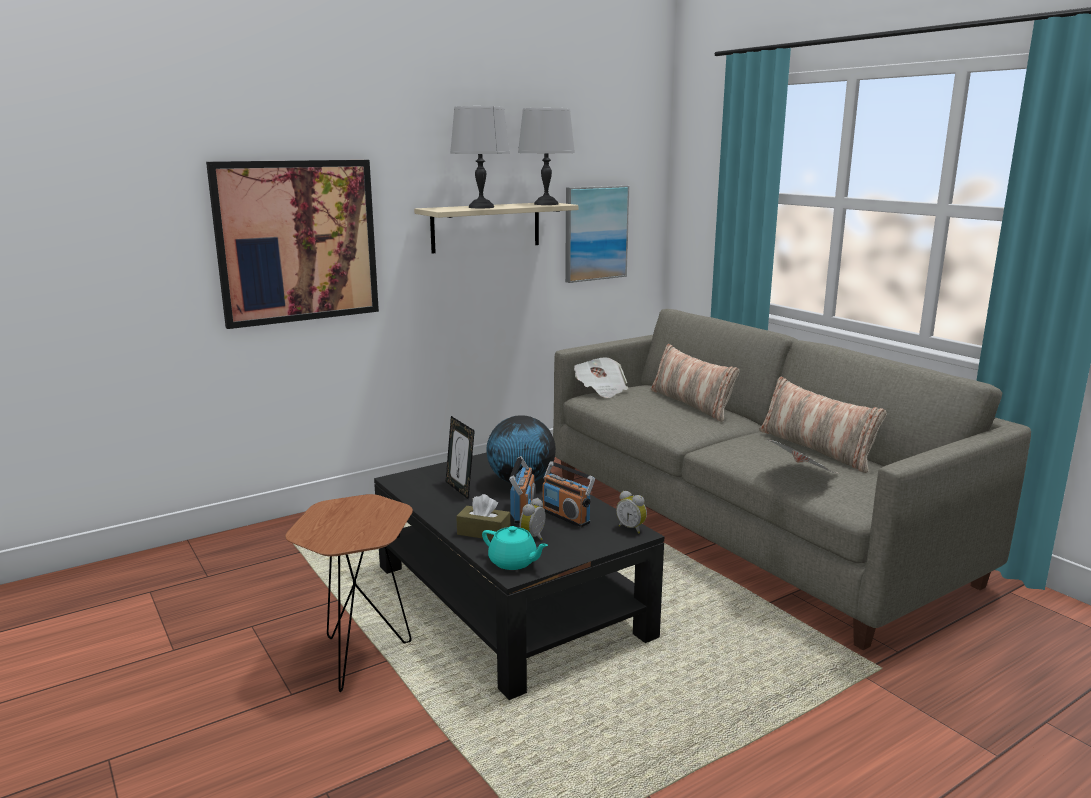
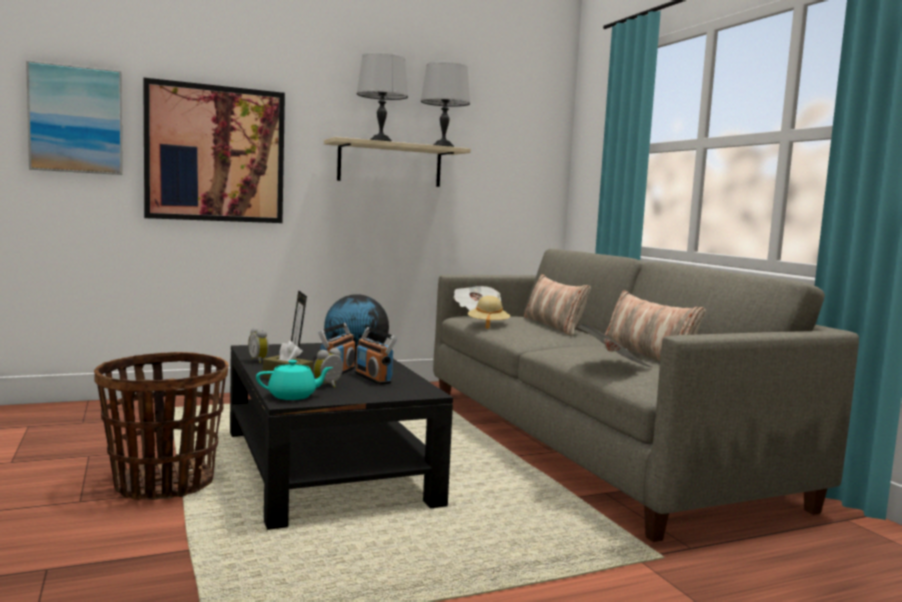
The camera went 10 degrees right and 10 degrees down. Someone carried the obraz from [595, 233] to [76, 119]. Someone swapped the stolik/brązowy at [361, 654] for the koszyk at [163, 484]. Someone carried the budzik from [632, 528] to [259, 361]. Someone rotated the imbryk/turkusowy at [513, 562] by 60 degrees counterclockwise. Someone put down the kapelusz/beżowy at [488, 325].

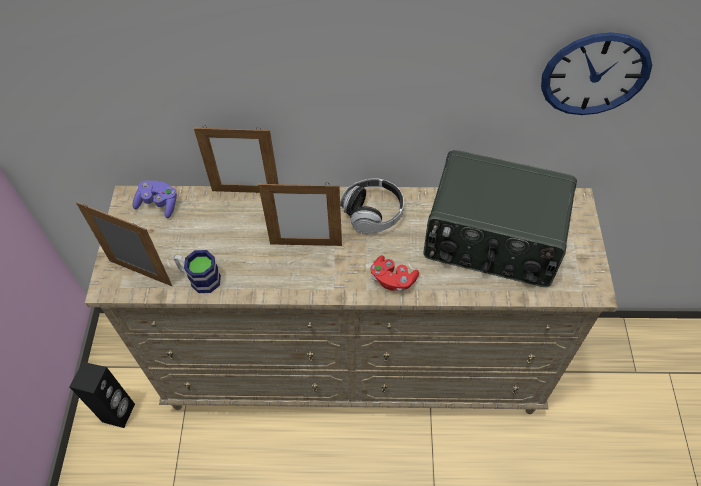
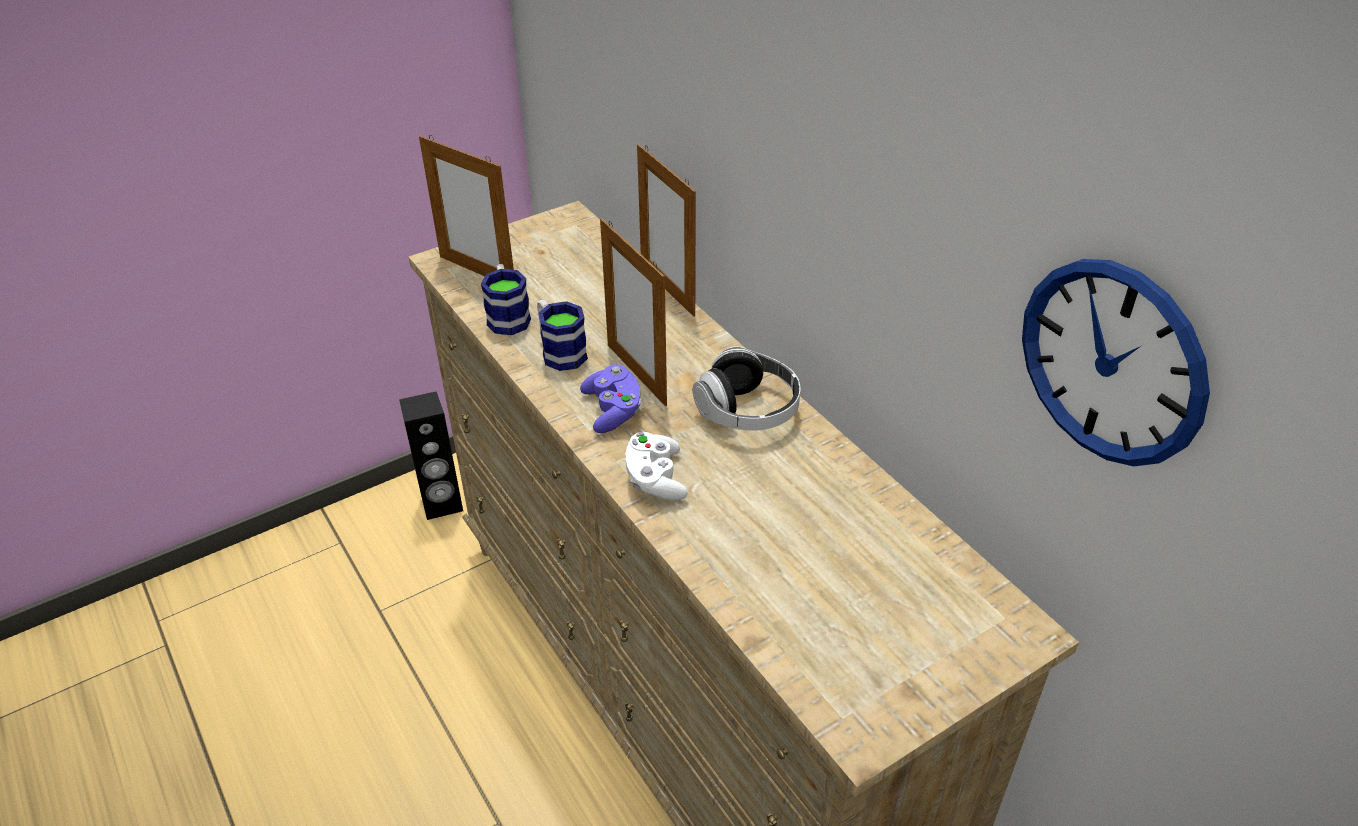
The camera went 55 degrees right and 15 degrees down. Someone rotated the ramka na zdjęcie at [140, 273] by 135 degrees clockwise. Someone put down the kubek at [559, 351]. Someone carried the pad do gier/fioletowy from [158, 204] to [613, 410]. Someone repainted the pad do gier/czerwony at [392, 279], which became the pad do gier/biały at [655, 479]. Someone took away the radio at [492, 240].

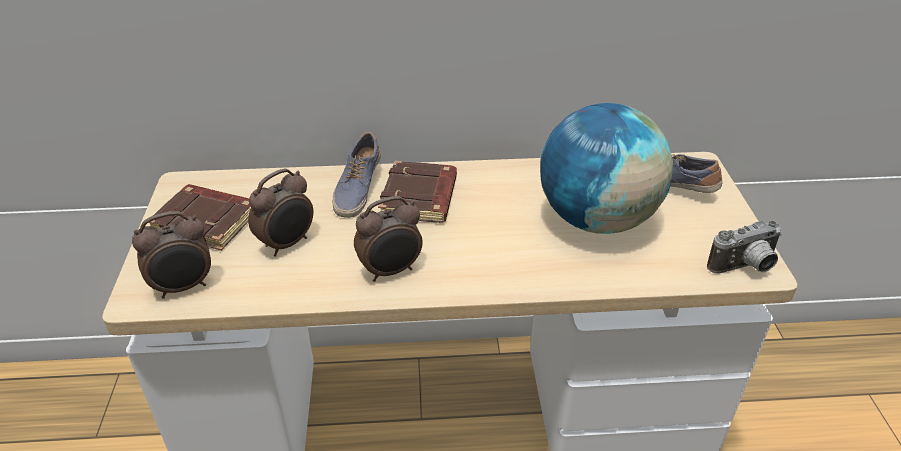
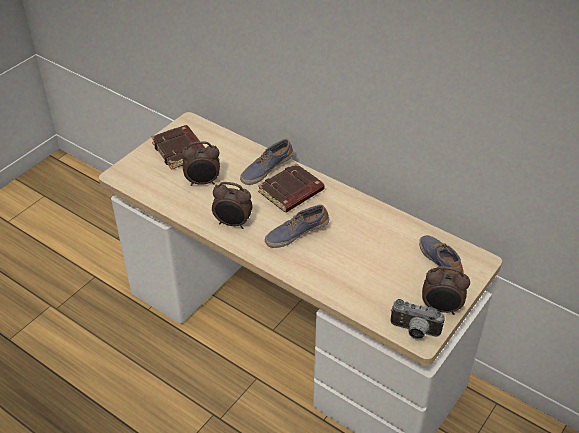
The camera went 40 degrees right and 5 degrees up. Someone put down the but at [296, 234]. Someone carried the budzik from [184, 287] to [441, 309]. Someone took away the globus at [596, 219].

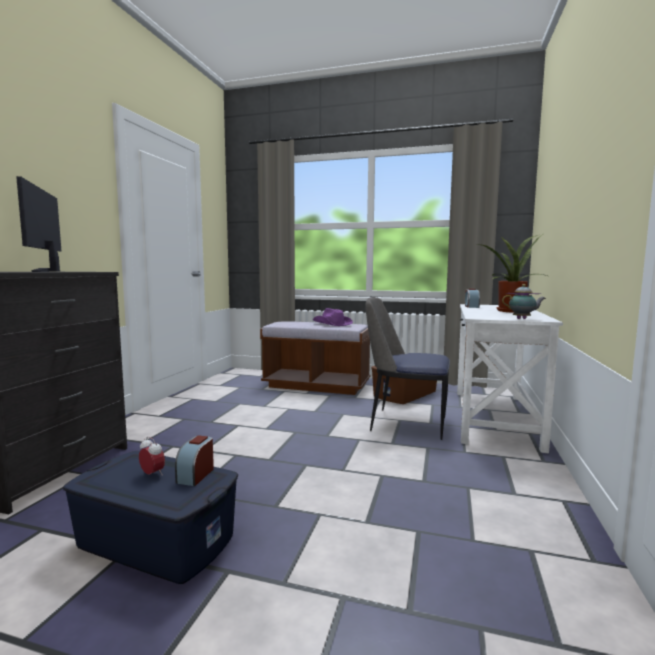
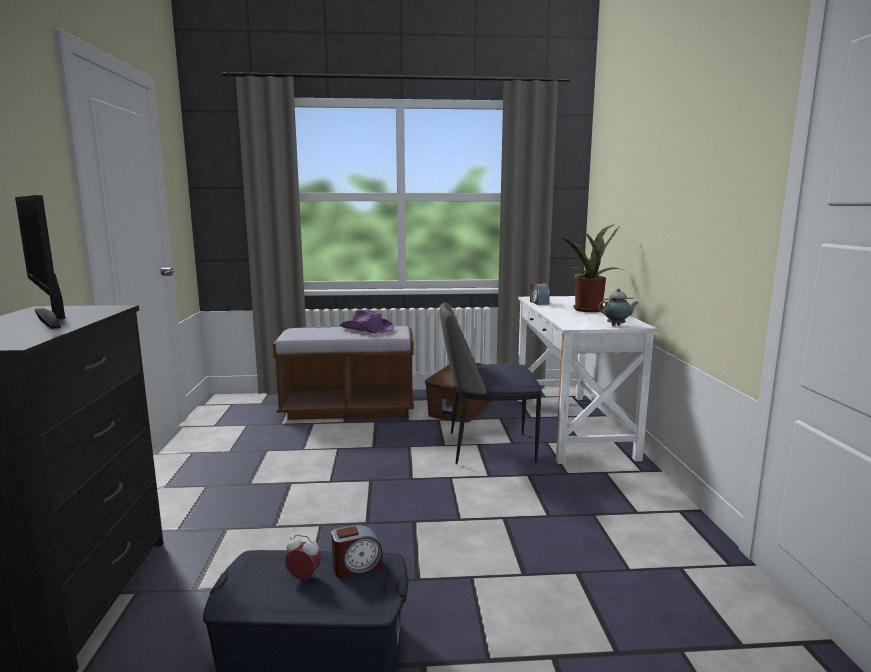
The camera went 20 degrees left and 5 degrees up. Someone rotated the budzik at [195, 475] by 105 degrees counterclockwise.

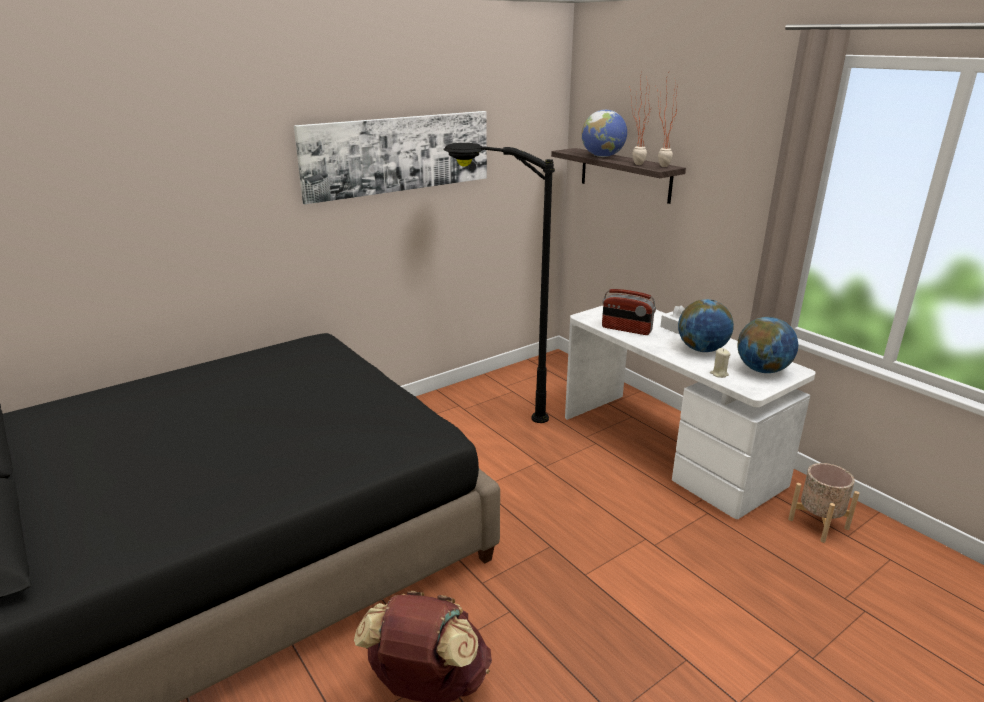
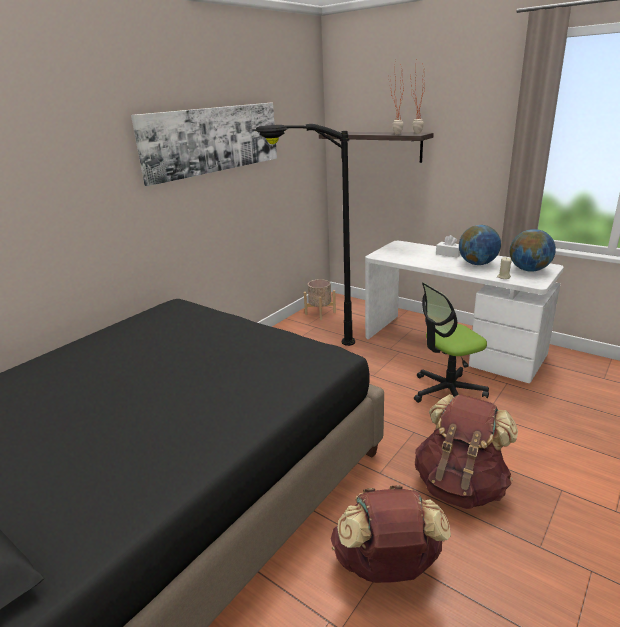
The camera went 15 degrees left and 0 degrees up. Someone carried the donica/beżowy from [818, 524] to [320, 313]. Someone put down the krzesło biurowe at [447, 392]. Someone put down the plecak/brązowy at [460, 485]. Someone took away the globus at [602, 156]. Someone took away the radio at [626, 329].

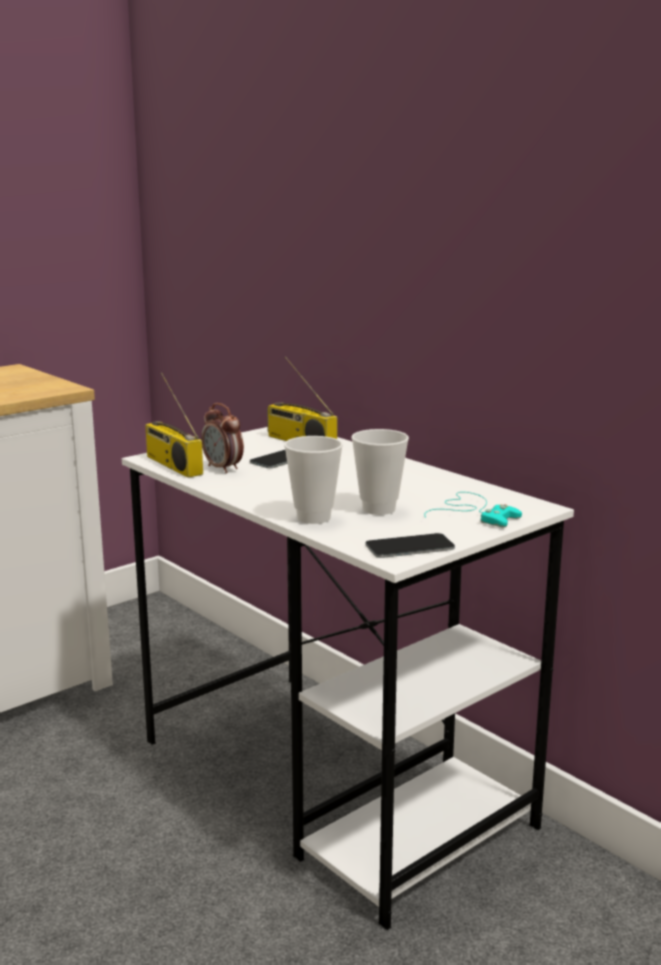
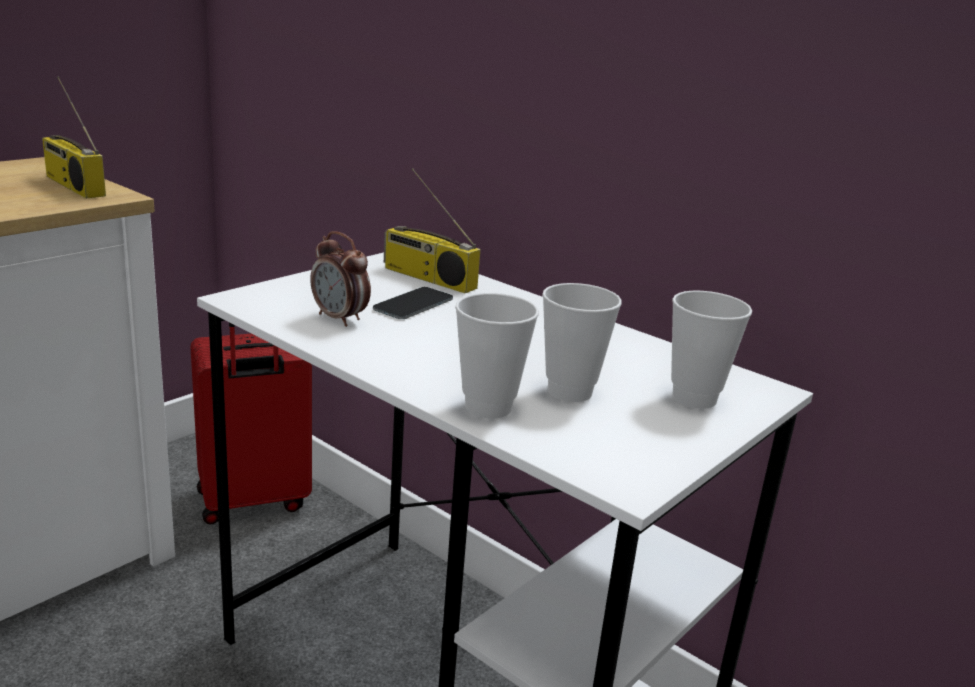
The camera went 10 degrees left and 5 degrees up. Someone carried the radio from [172, 465] to [72, 185]. Someone put down the walizka/czerwony at [253, 502]. Someone swapped the pad do gier/turkusowy at [473, 512] for the filiżanka at [694, 398]. Someone took away the telefon at [409, 547].

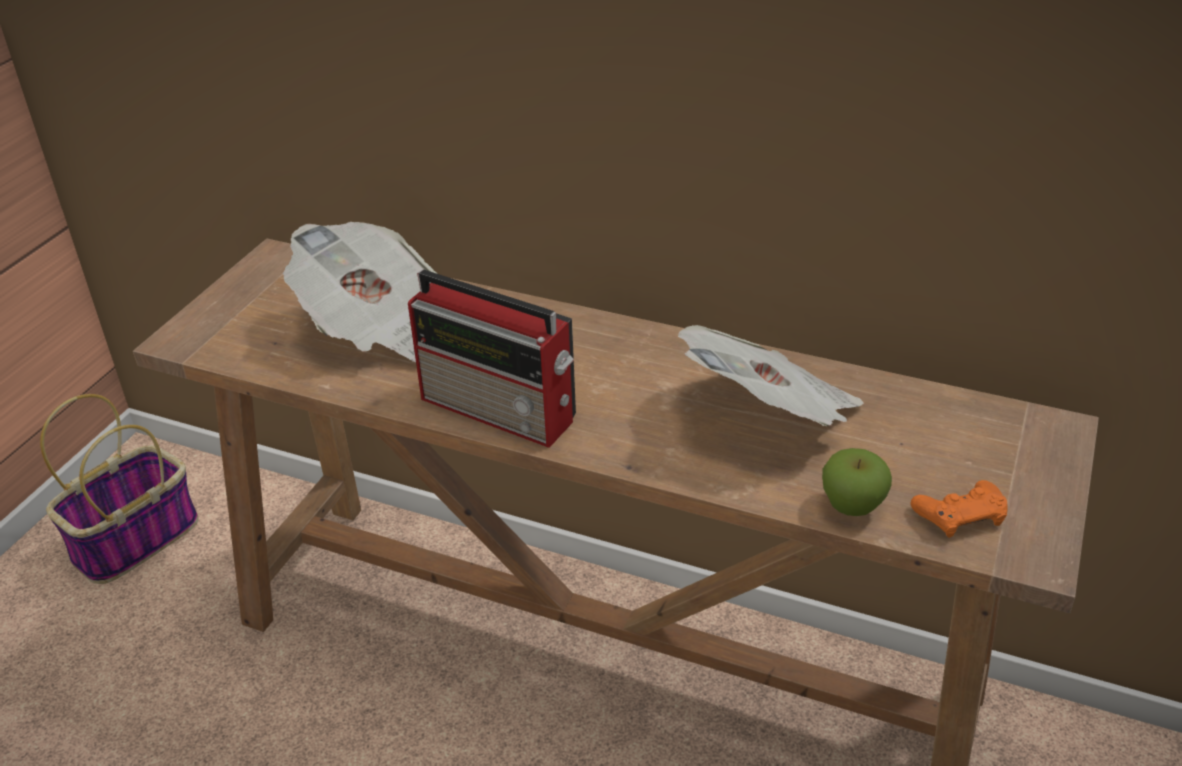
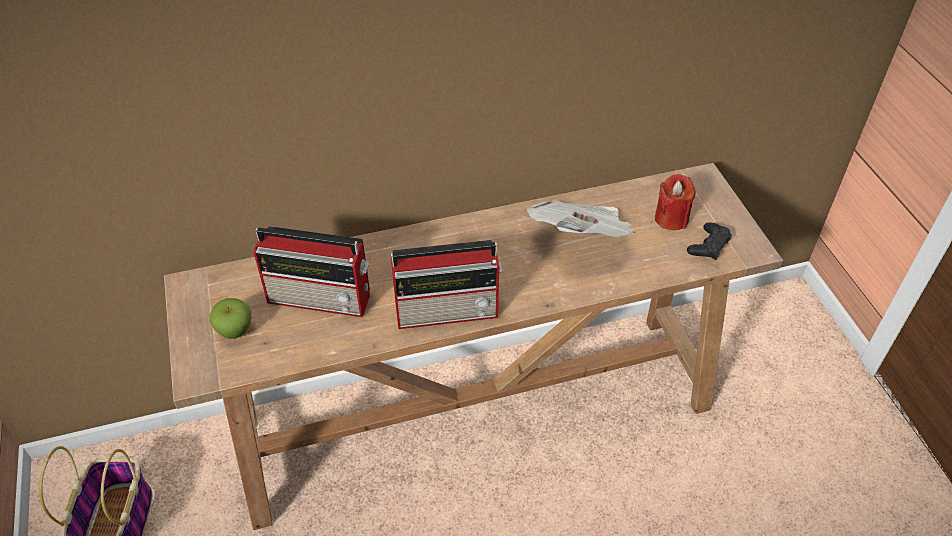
The camera went 40 degrees left and 10 degrees up. Someone carried the jabłko from [852, 506] to [235, 331]. Someone swapped the gazeta at [382, 329] for the radio at [322, 298]. Someone put down the świeca/czerwony at [671, 218]. Someone repainted the pad do gier/pomarańczowy at [960, 515], which became the pad do gier/czarny at [708, 246].

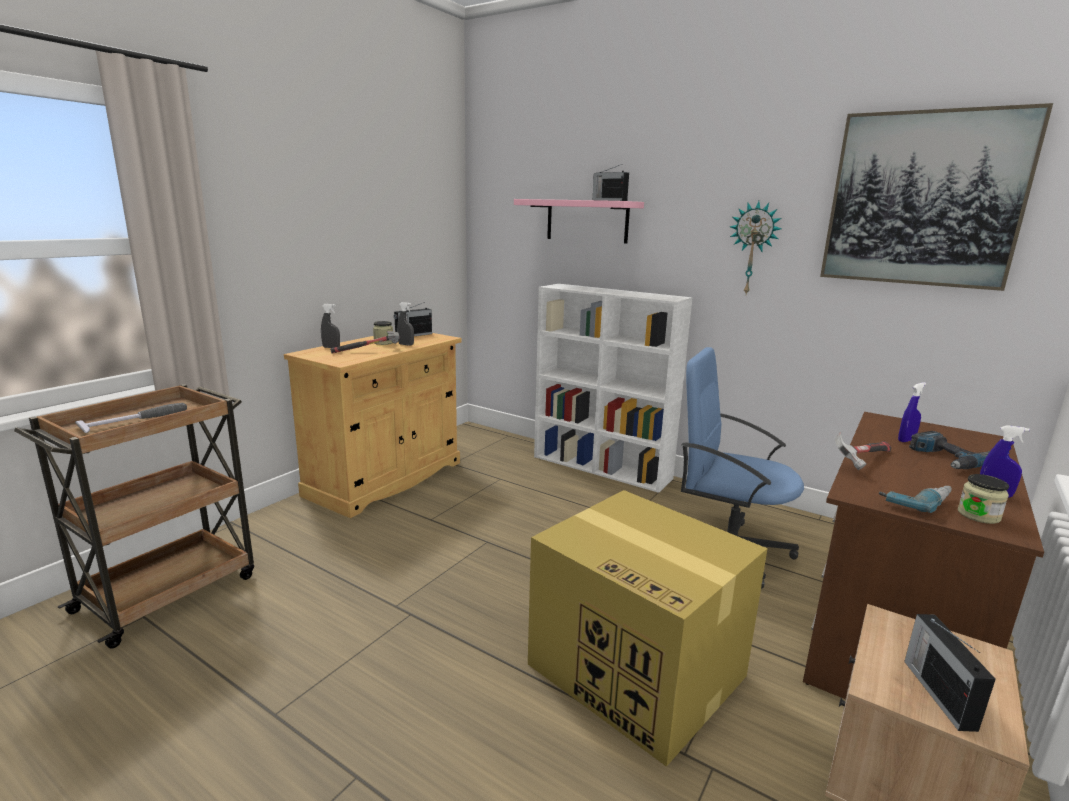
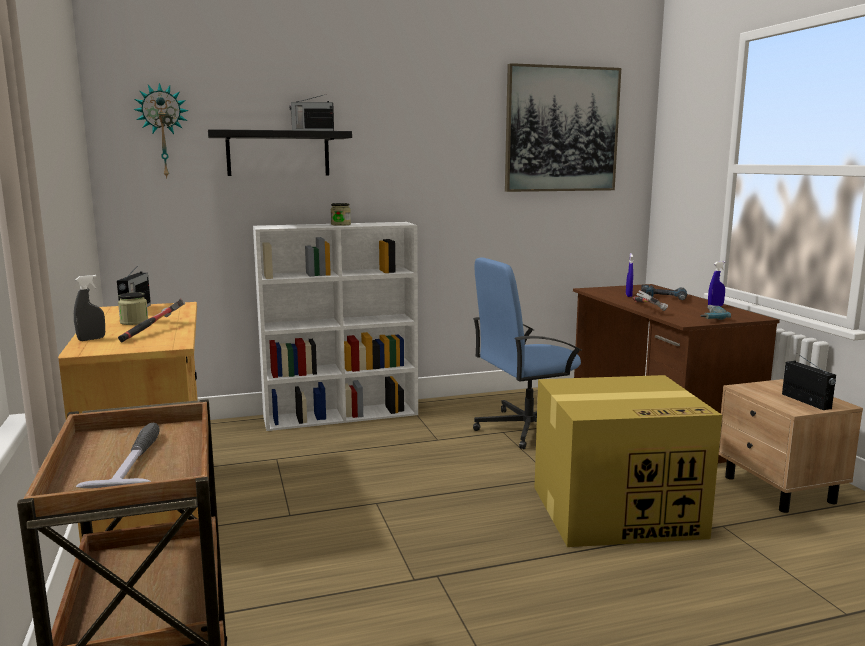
The camera went 50 degrees left and 5 degrees down. Someone carried the zegar ścienny from [753, 248] to [163, 131]. Someone repainted the półka/różowy at [587, 221], which became the półka/czarny at [278, 154]. Someone carried the słoik from [978, 515] to [341, 224]. Someone rotated the radio at [938, 692] by 150 degrees counterclockwise. Someone took away the spryskiwacz/szary at [406, 344].

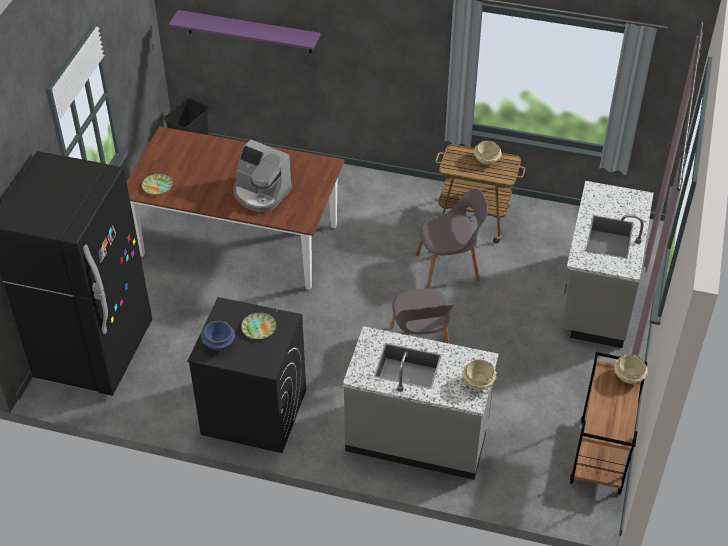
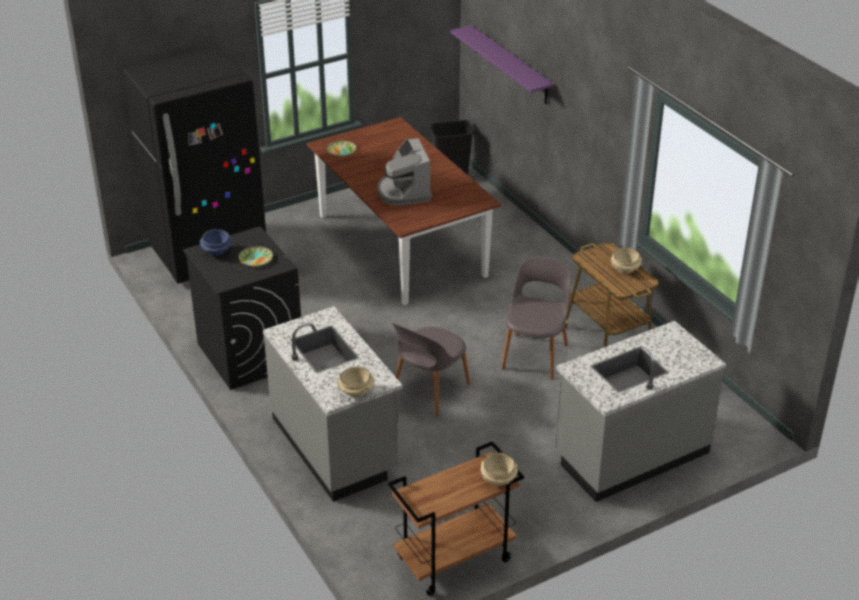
The camera went 45 degrees right and 10 degrees down. Someone rotated the krzesło/szary at [449, 266] by 105 degrees counterclockwise.

